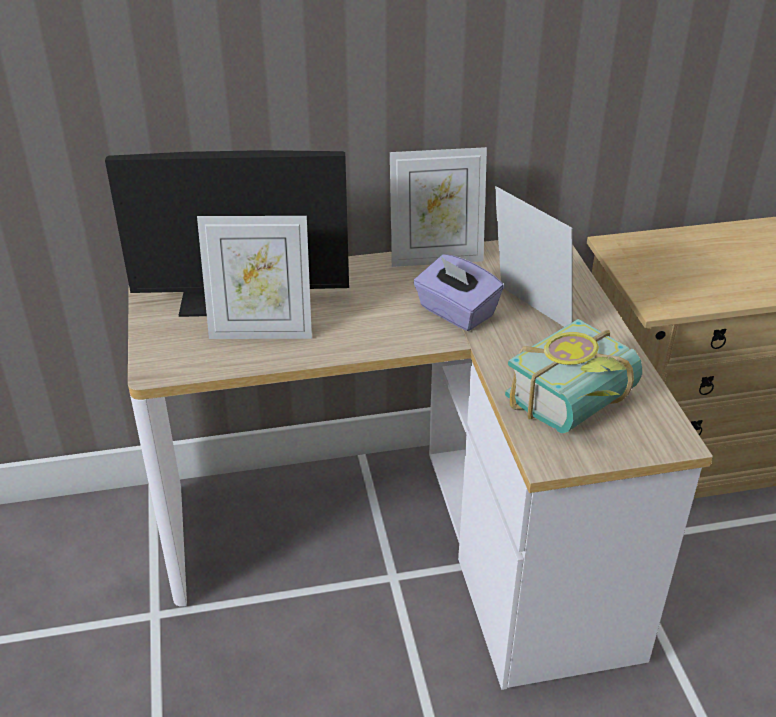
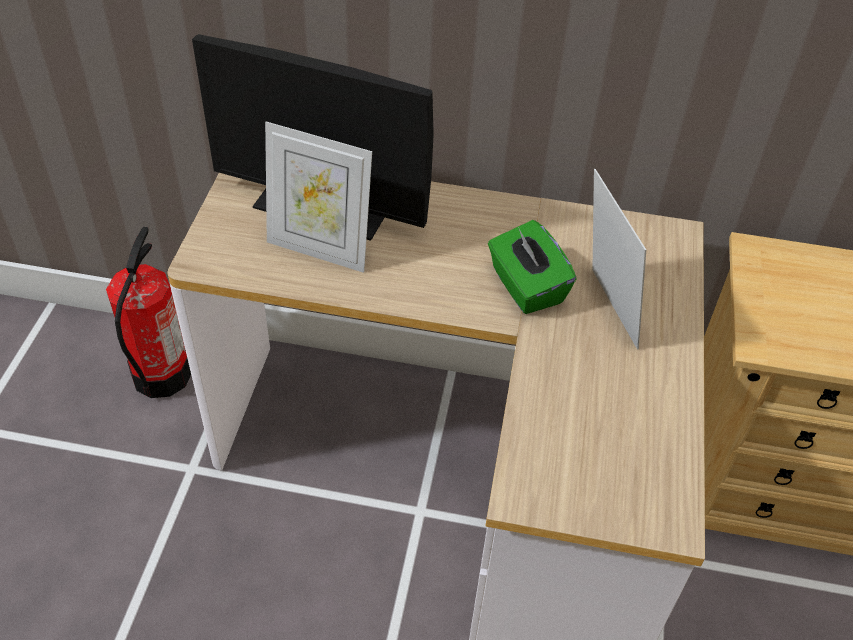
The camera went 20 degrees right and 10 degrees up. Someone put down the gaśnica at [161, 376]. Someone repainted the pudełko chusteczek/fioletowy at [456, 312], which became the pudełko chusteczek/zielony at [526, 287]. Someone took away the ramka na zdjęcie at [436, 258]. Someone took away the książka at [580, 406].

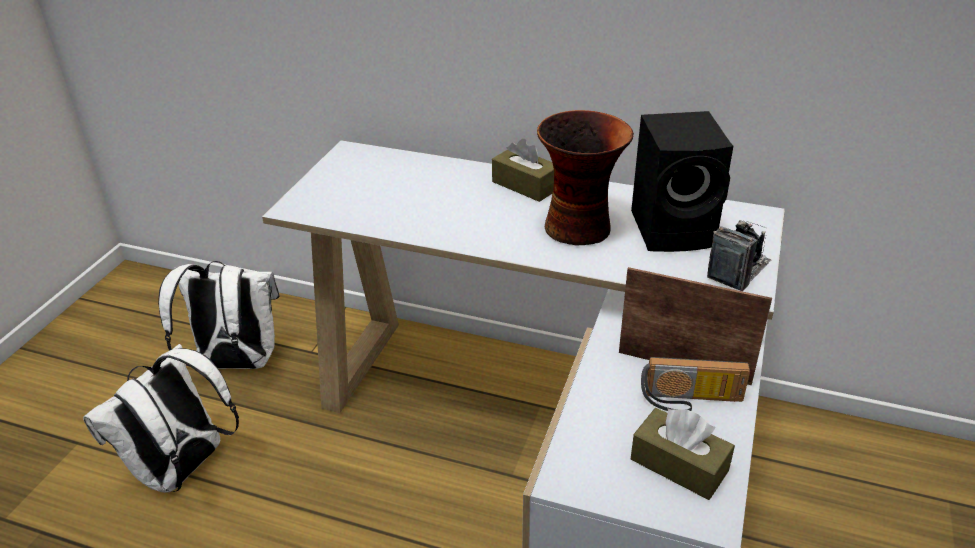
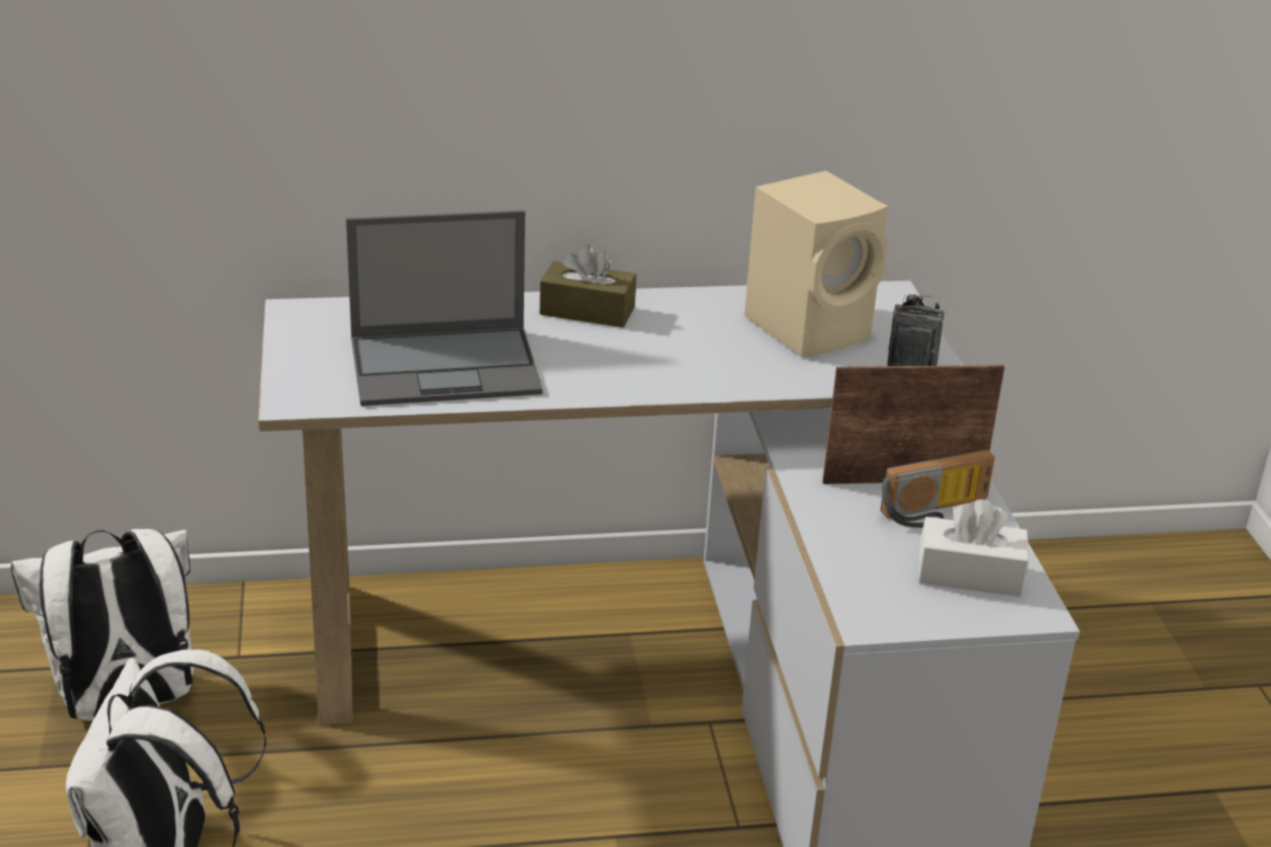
The camera went 30 degrees left and 5 degrees down. Someone put down the laptop at [447, 366]. Someone repainted the głośnik/czarny at [675, 229], which became the głośnik/beżowy at [811, 327]. Someone repainted the pudełko chusteczek/brązowy at [679, 465], which became the pudełko chusteczek/biały at [969, 574]. Someone took away the wazon at [580, 227].

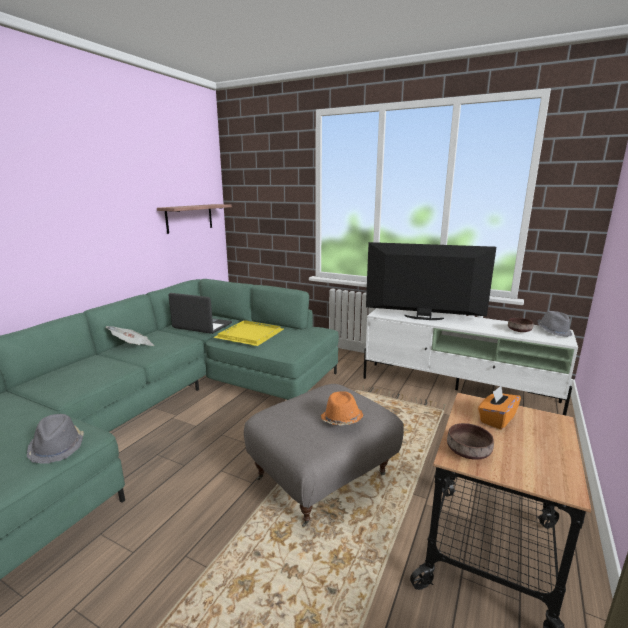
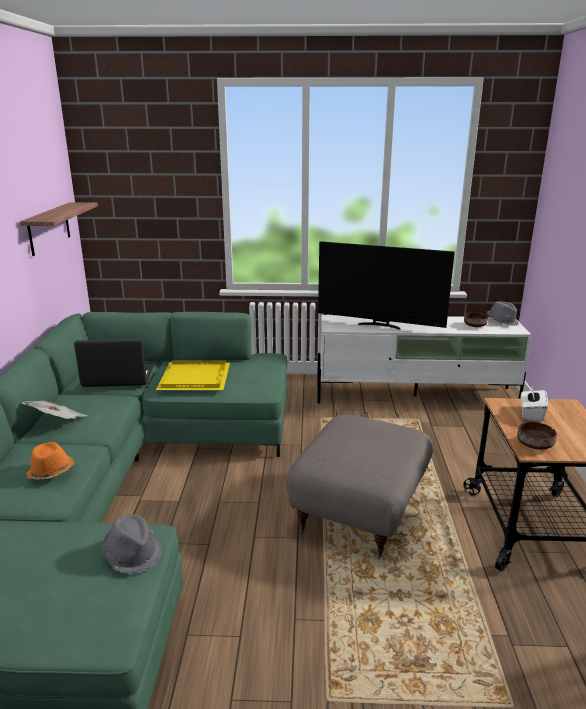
The camera went 25 degrees left and 5 degrees up. Someone carried the kapelusz/pomarańczowy from [341, 420] to [51, 472]. Someone rotated the telewizor at [423, 318] by 150 degrees counterclockwise. Someone repainted the pudełko chusteczek/pomarańczowy at [496, 419], which became the pudełko chusteczek/biały at [531, 414].

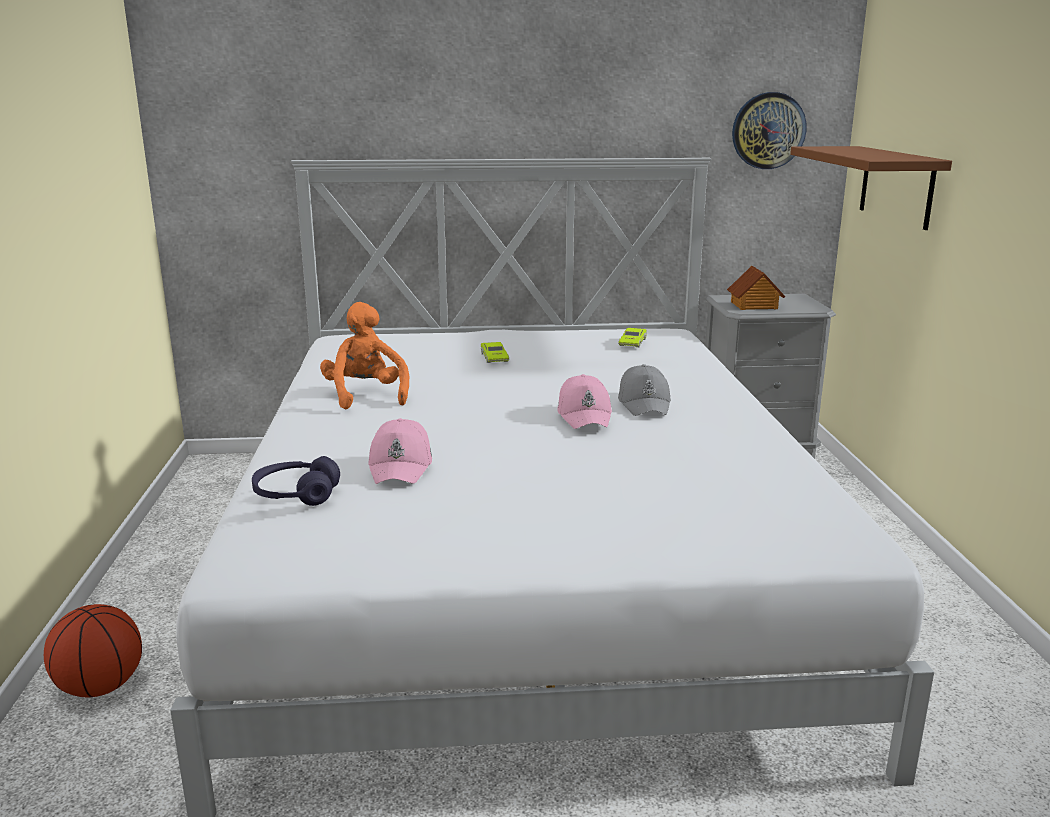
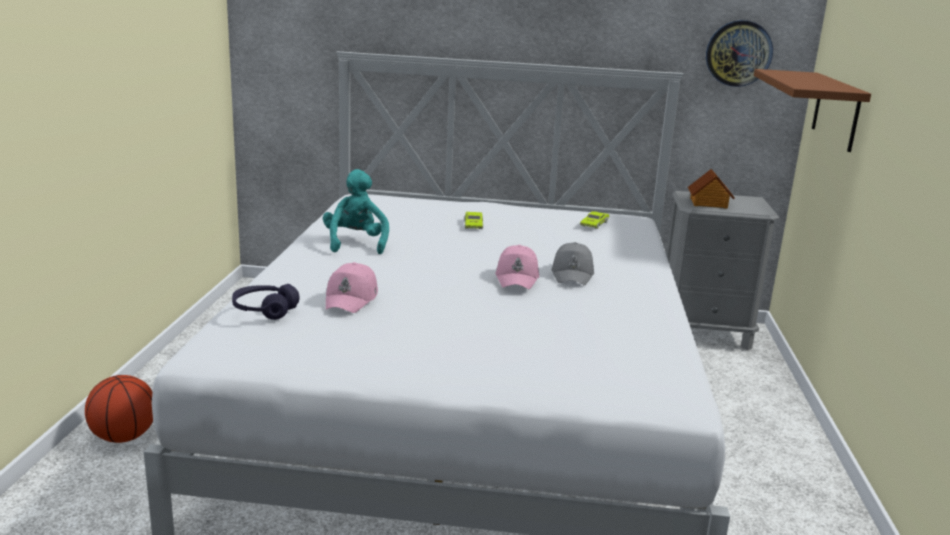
The camera went 10 degrees right and 0 degrees up. Someone repainted the pluszak/pomarańczowy at [366, 396], which became the pluszak/turkusowy at [356, 244].

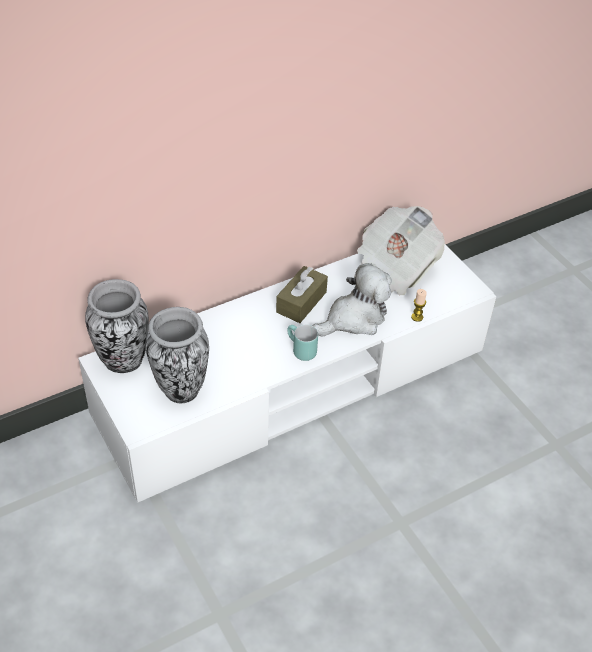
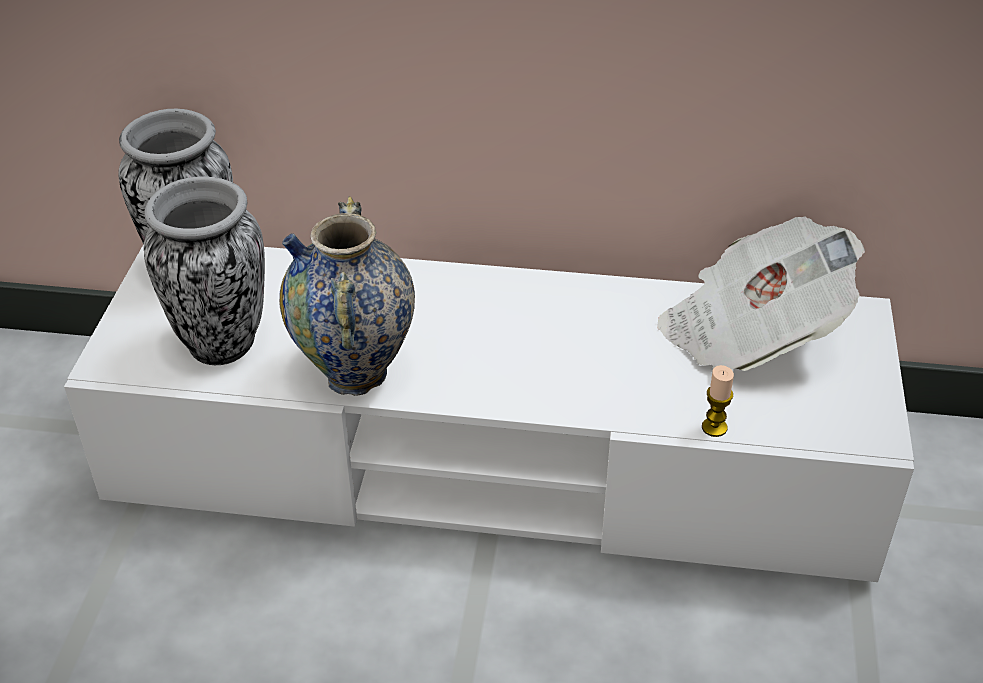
The camera went 40 degrees right and 5 degrees down. Someone put down the wazon at [355, 373]. Someone took away the pudełko chusteczek/brązowy at [301, 302]. Someone took away the kubek/turkusowy at [299, 351]. Someone took away the pluszak at [354, 318].

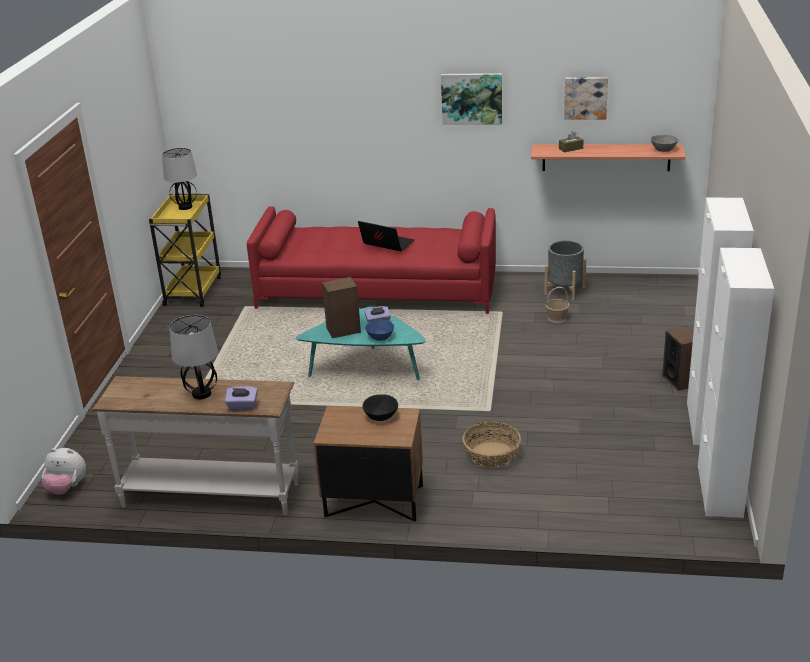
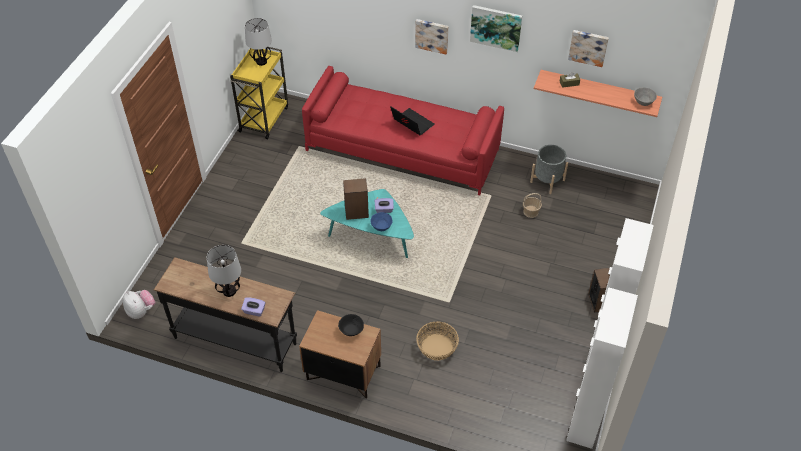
The camera went 10 degrees right and 20 degrees up. Someone rotated the pluszak at [67, 488] by 150 degrees counterclockwise. Someone repainted the stolik konsolowy/biały at [211, 494], which became the stolik konsolowy/czarny at [235, 339]. Someone put up the obraz at [432, 35].

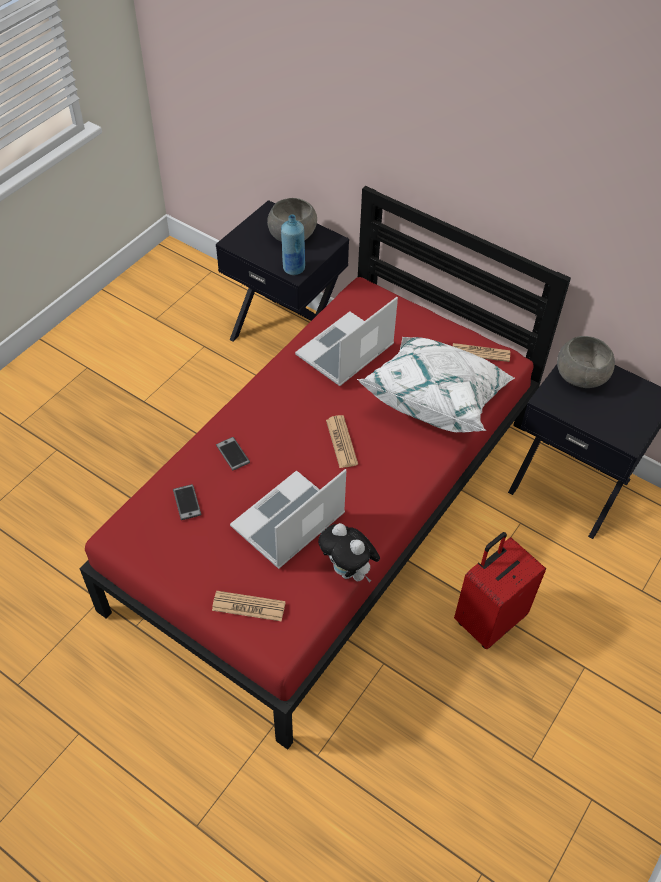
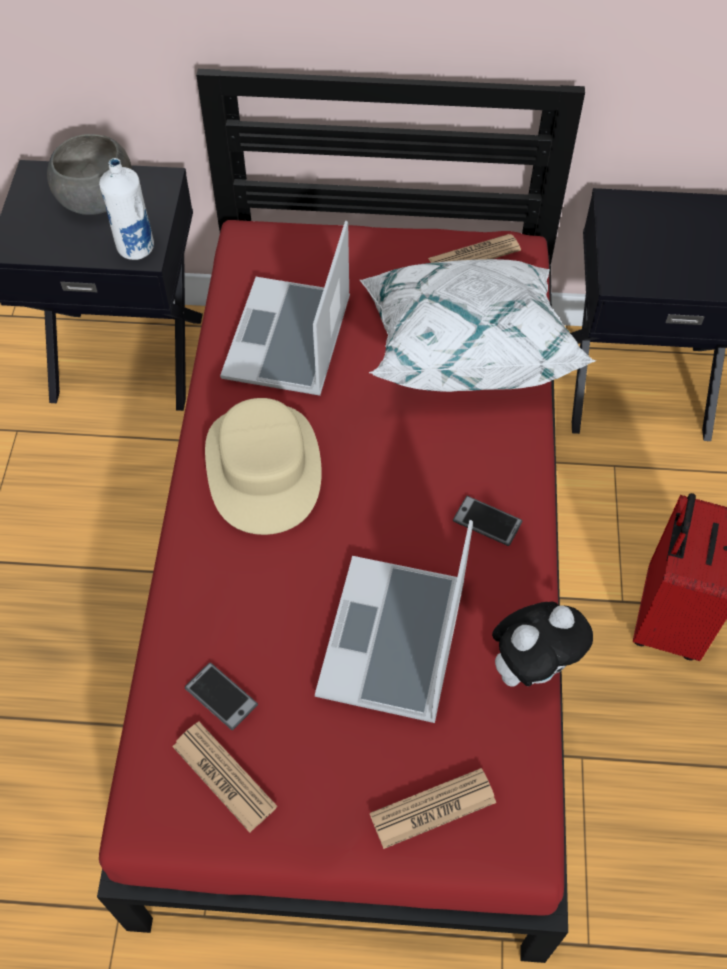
The camera went 30 degrees left and 5 degrees up. Someone repainted the butelka/niebieski at [293, 269], which became the butelka/biały at [135, 248]. Someone carried the gazeta from [341, 442] to [224, 776]. Someone put down the kapelusz/beżowy at [264, 468]. Someone carried the telefon from [233, 454] to [487, 521]. Someone rotated the pluszak at [349, 571] by 45 degrees counterclockwise. Someone took away the miska/szary at [581, 376].

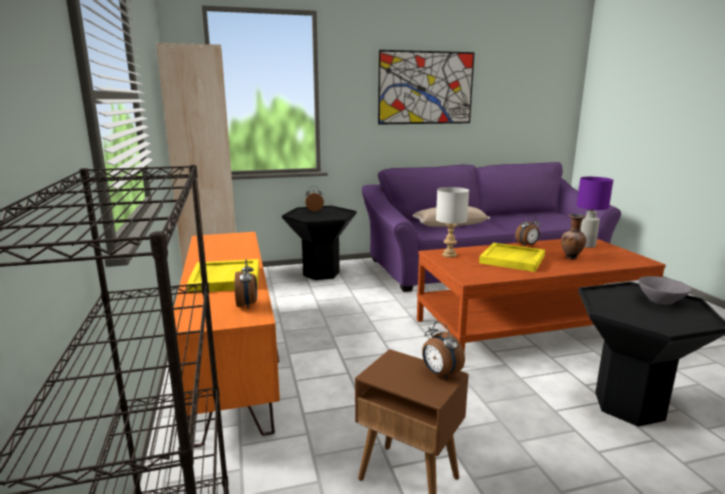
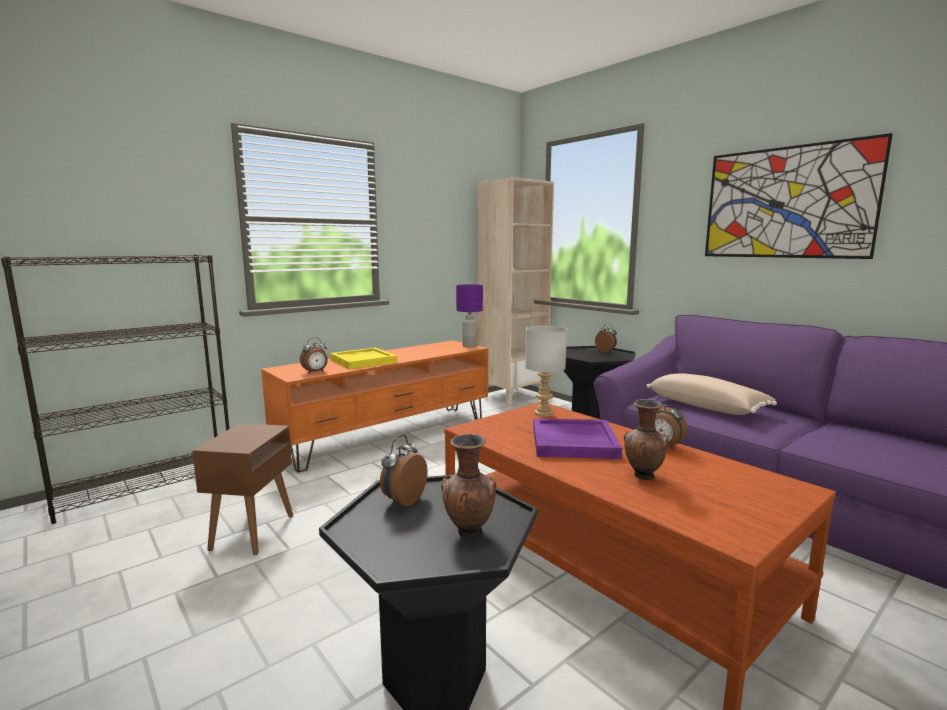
The camera went 65 degrees right and 5 degrees down. Someone carried the budzik from [440, 374] to [402, 501]. Someone swapped the miska/szary at [661, 301] for the wazon/brązowy at [468, 533]. Someone carried the lampa stołowa/fioletowy from [586, 246] to [469, 346]. Someone repainted the taca/żółty at [512, 260], which became the taca/fioletowy at [573, 442].

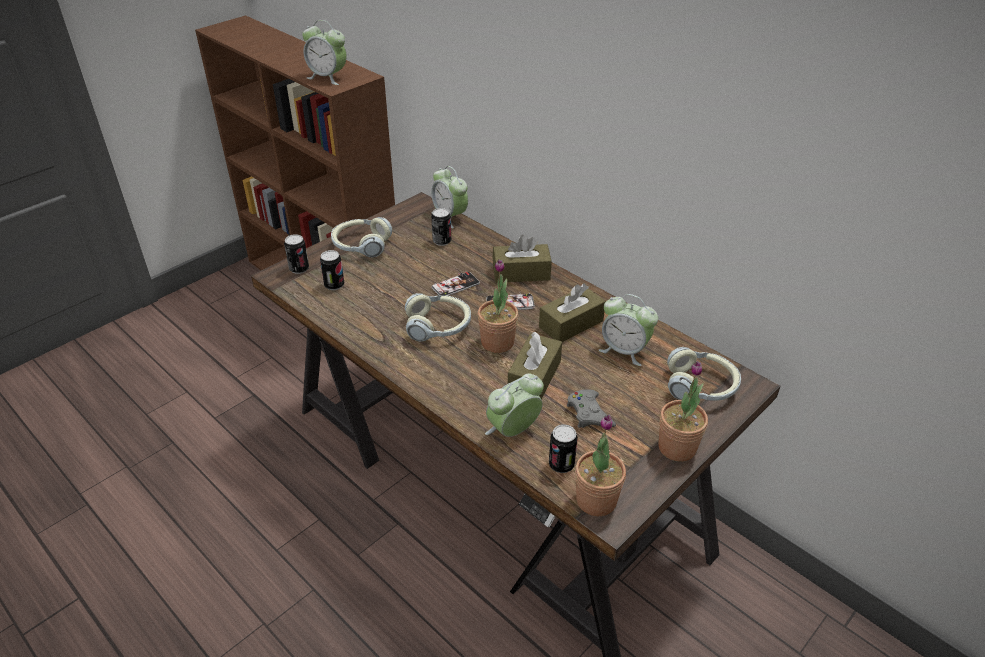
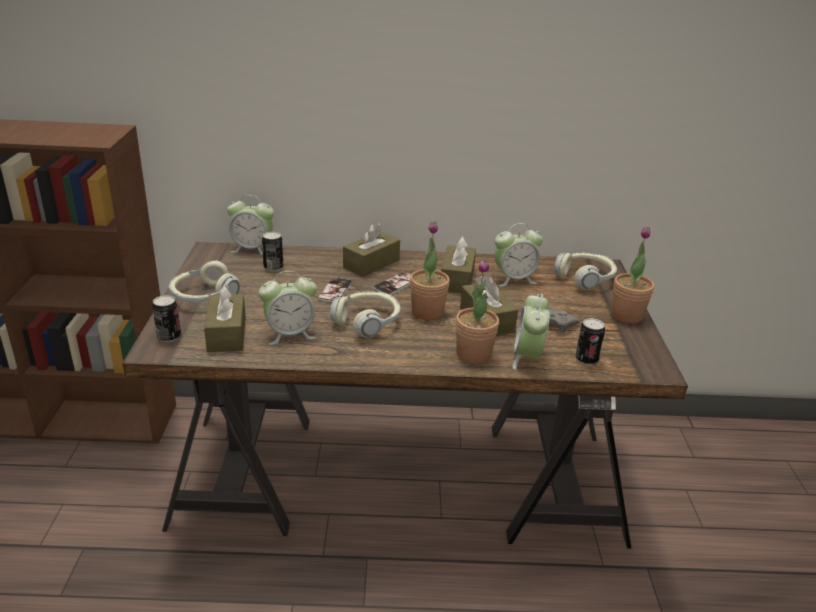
The camera went 45 degrees left and 10 degrees down. Someone swapped the puszka at [334, 285] for the pudełko chusteczek/brązowy at [227, 334]. Someone carried the budzik from [328, 77] to [290, 334]. Someone carried the roślina doniczkowa from [596, 500] to [473, 354].

